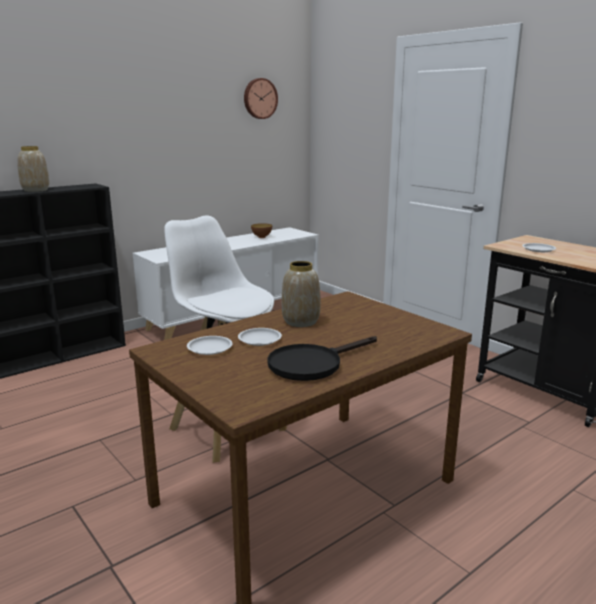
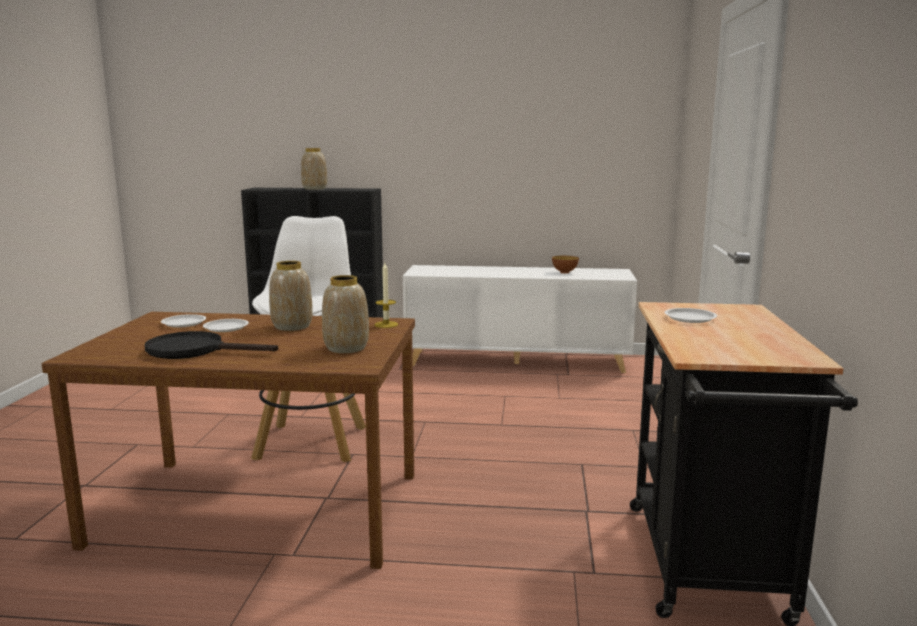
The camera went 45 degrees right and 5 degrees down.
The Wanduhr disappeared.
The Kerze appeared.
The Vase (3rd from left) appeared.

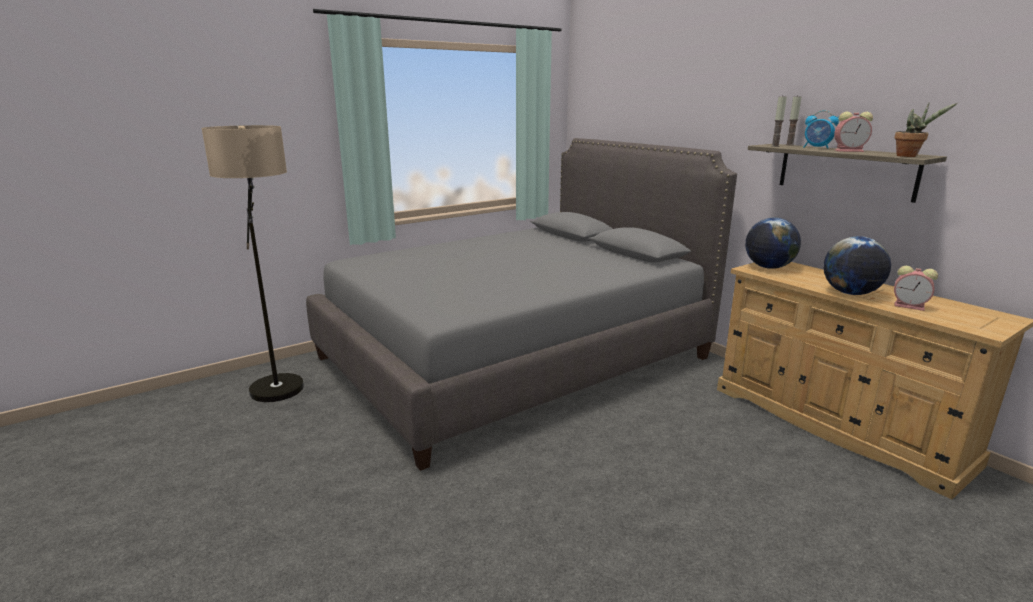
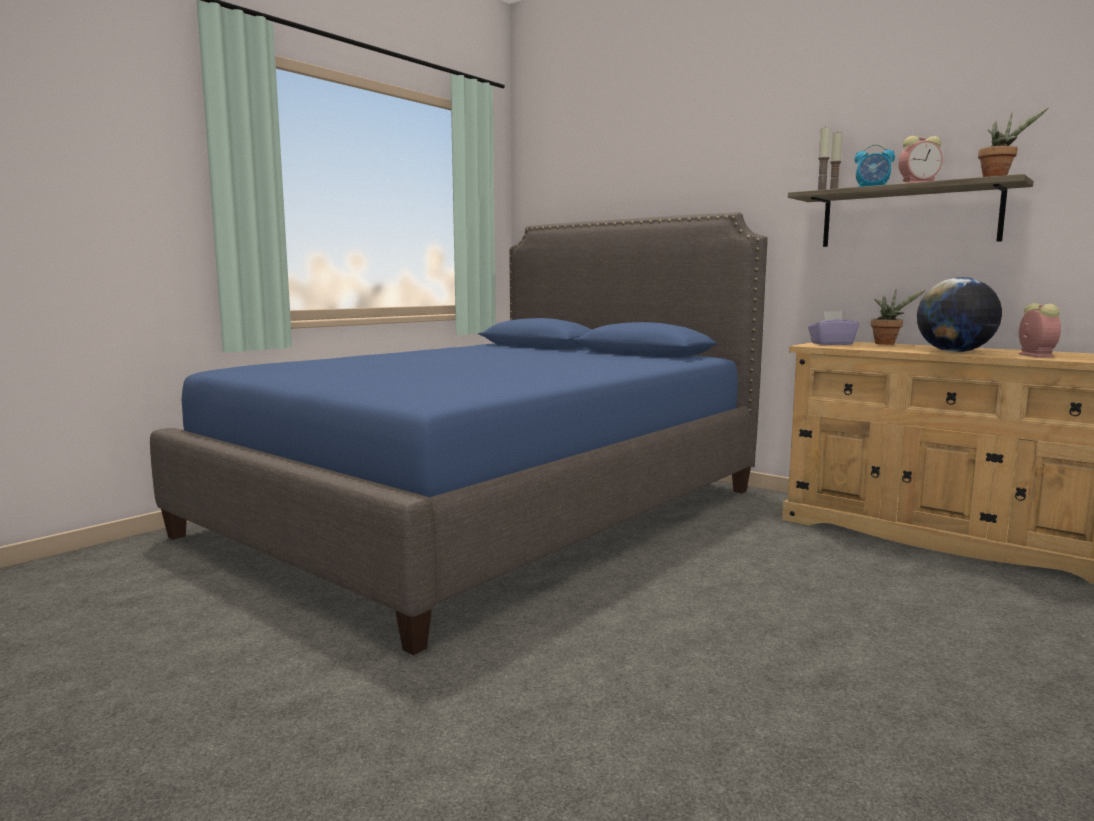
The camera went 15 degrees left and 10 degrees down.
The Stehlampe disappeared.
The Bett/grau became the Bett/blau.
The Globus (1st from left) was replaced by the Taschentuchbox/lila.
The Wecker (3rd from left) turned 105 degrees counterclockwise.
The Topfpflanze (1st from left) appeared.

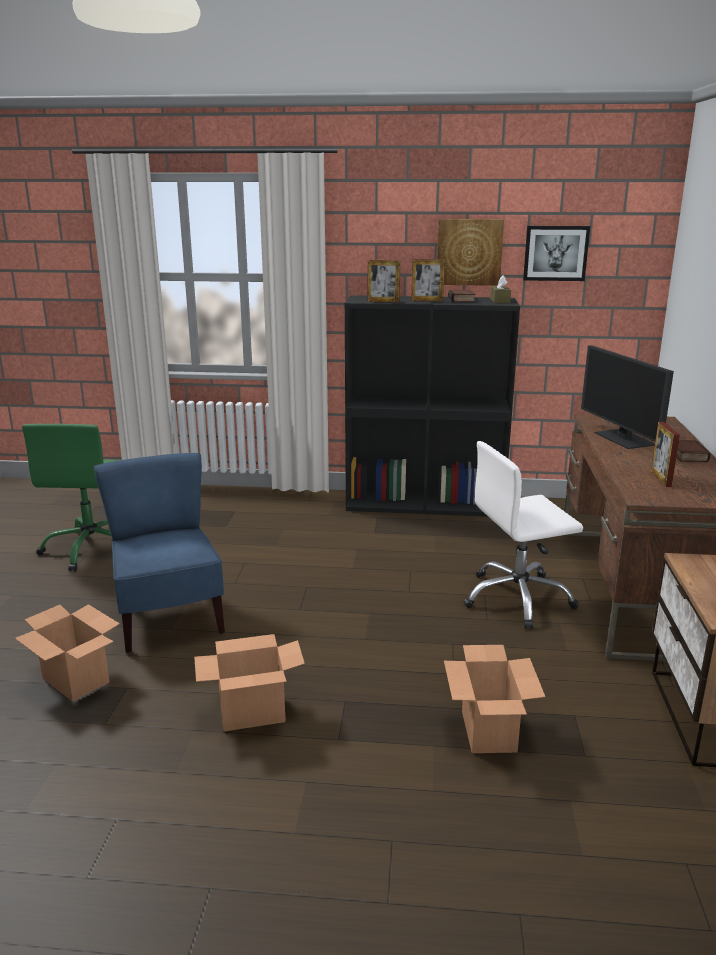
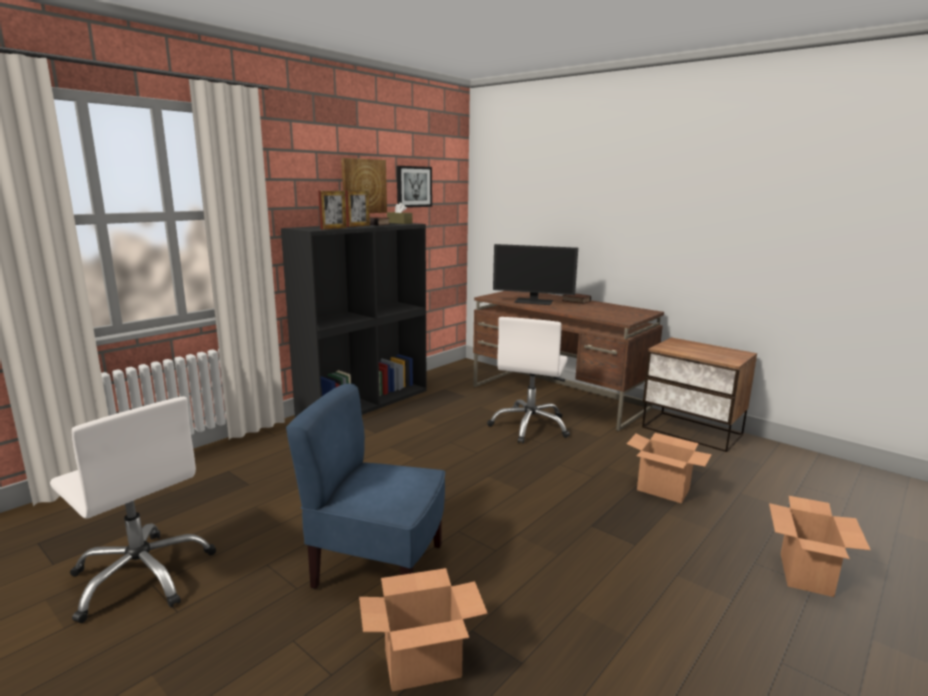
The camera went 55 degrees left and 5 degrees down.
The Bilderrahmen (3rd from left) disappeared.
The Bürostuhl/grün became the Bürostuhl/weiß (1st from left).
The Karton (2nd from left in the first image) moved.

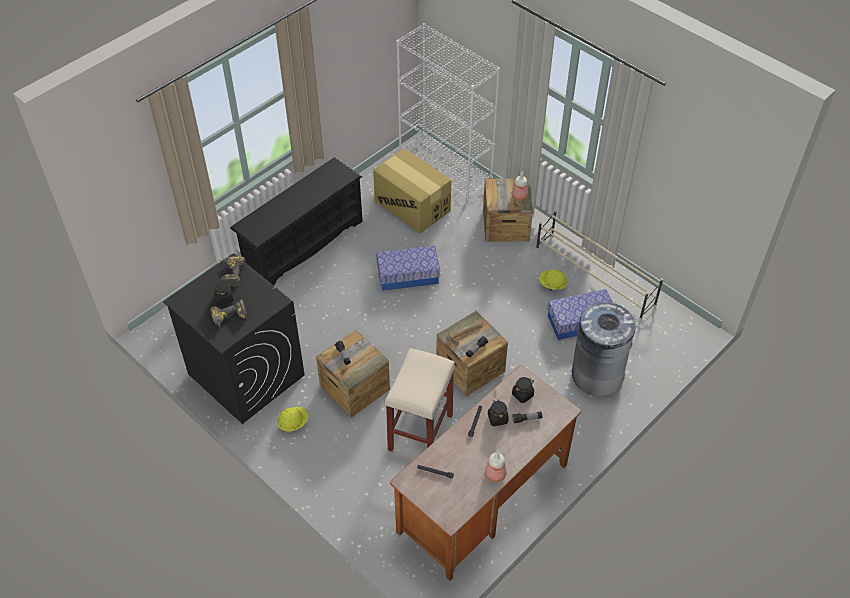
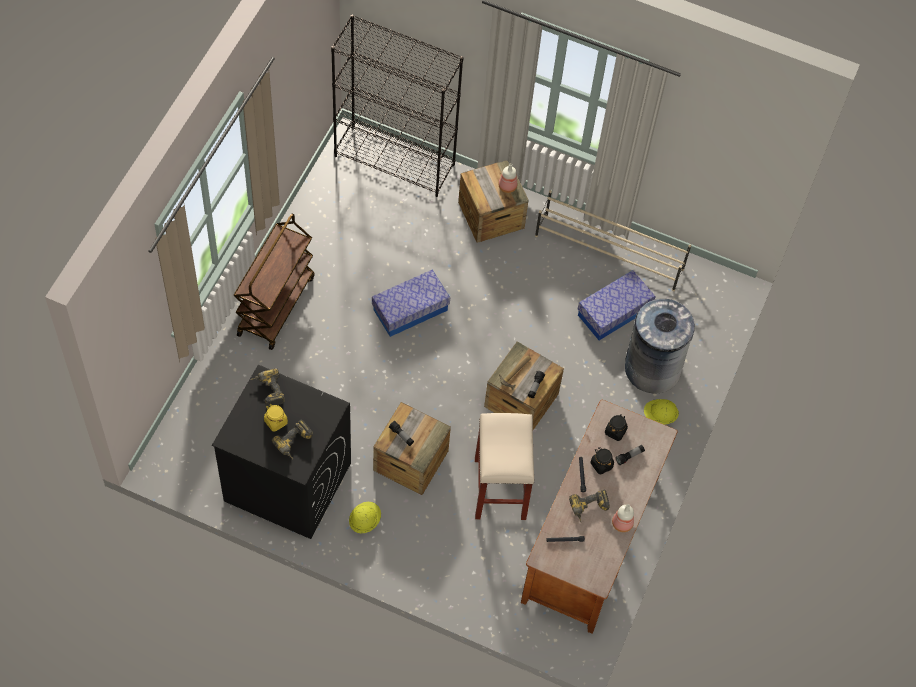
The camera went 25 degrees left and 10 degrees up.
The Bücherregal/weiß became the Bücherregal/schwarz.
The Karton disappeared.
The Schuhregal/schwarz was replaced by the Rollwagen/braun.
The Schutzhelm/gelb (2nd from left) moved.
The Vorratsglas/schwarz (1st from left) became the Vorratsglas/gelb.
The Bohrmaschine (3rd from left) appeared.

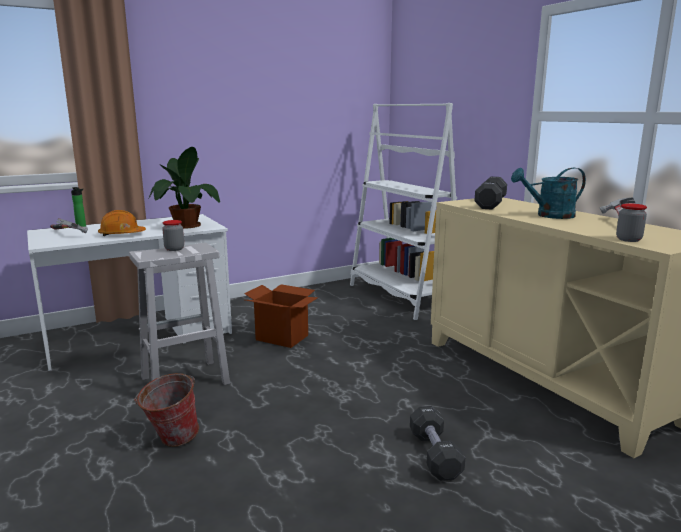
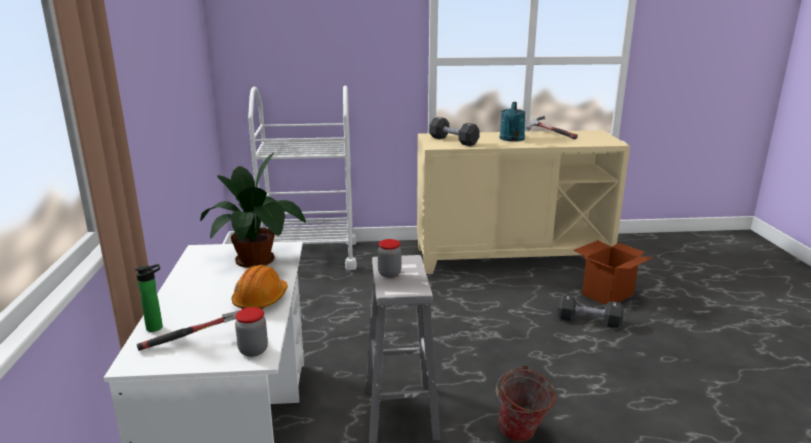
The camera went 65 degrees left and 5 degrees up.
The Bücherregal/weiß was replaced by the Rollwagen/weiß.
The Vorratsglas (2nd from left in the first image) moved.
The Karton moved.

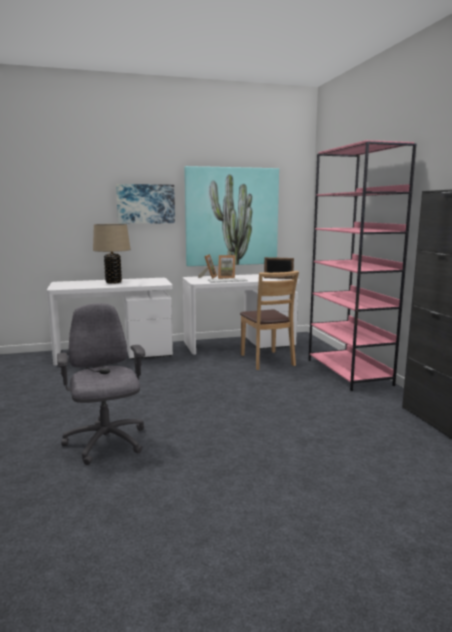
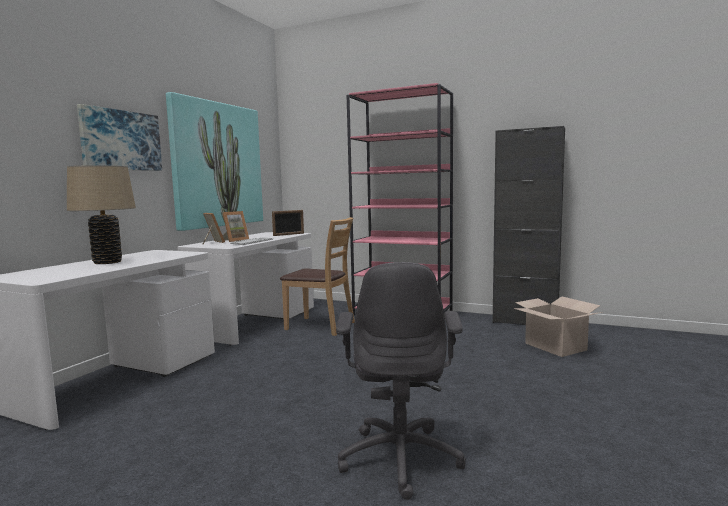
The camera went 50 degrees left and 5 degrees down.
The Bürostuhl/grau turned 105 degrees counterclockwise.
The Karton appeared.

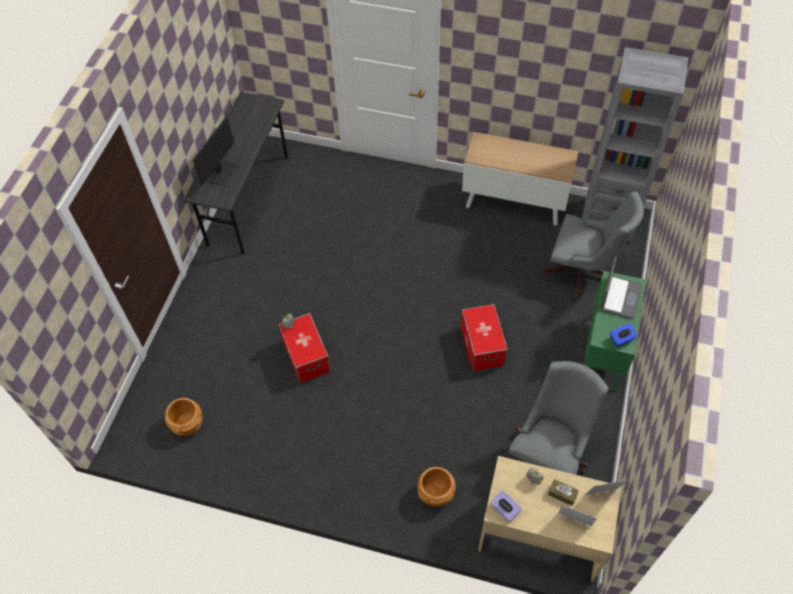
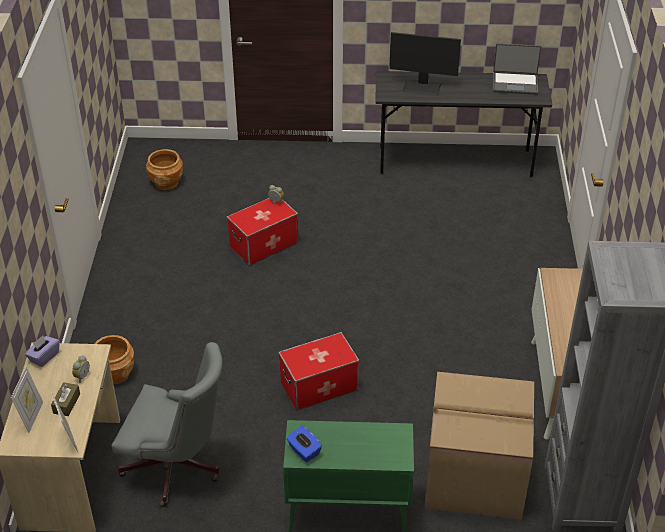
The camera went 75 degrees right and 15 degrees down.
The Bürostuhl/grau (2nd from left) was replaced by the Karton.
The Laptop moved.

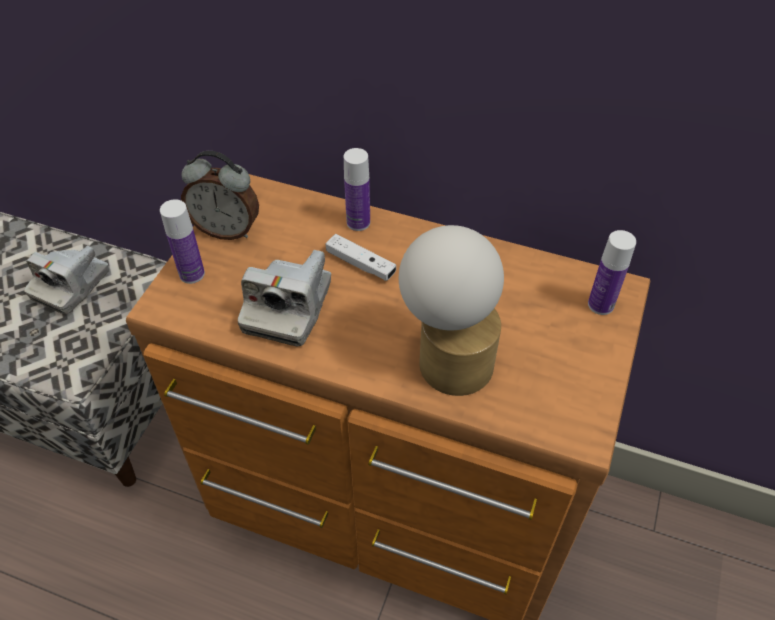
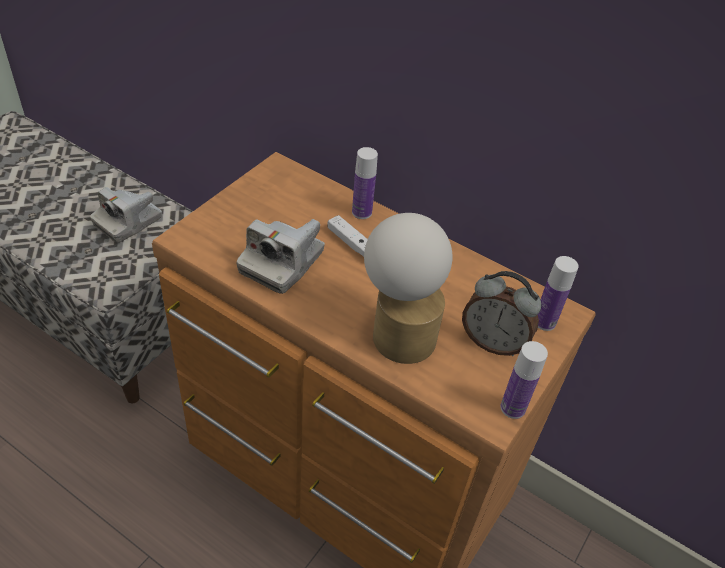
The camera went 10 degrees right and 5 degrees down.
The Wecker moved.
The Flasche (1st from left in the first image) moved.

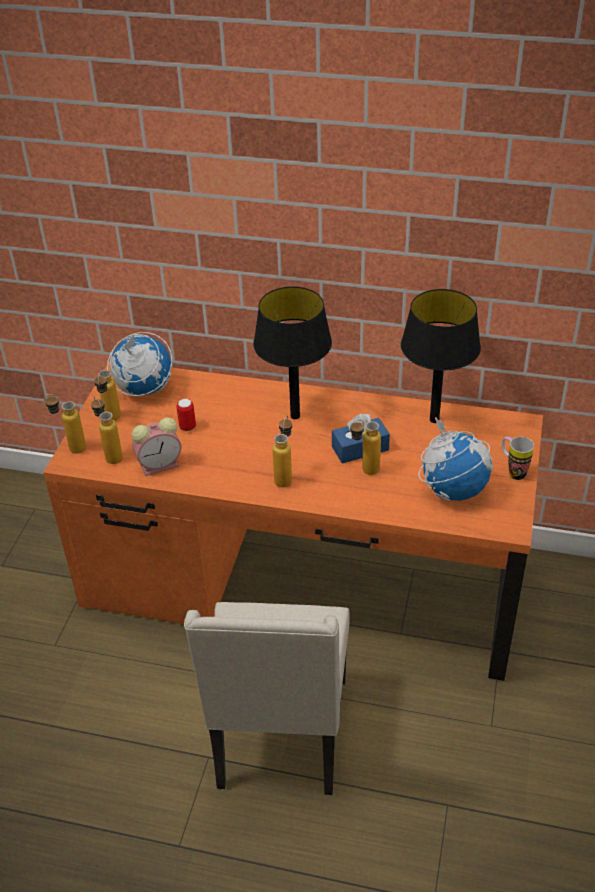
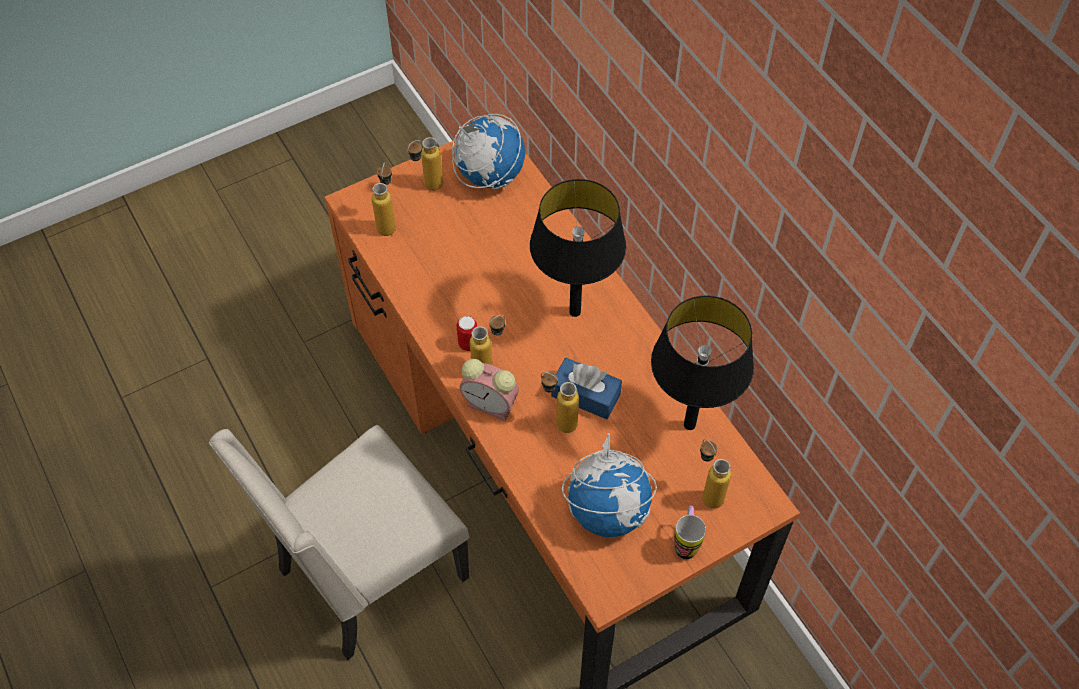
The camera went 45 degrees right and 15 degrees up.
The Flasche (1st from left in the first image) moved.
The Dose moved.
The Wecker moved.

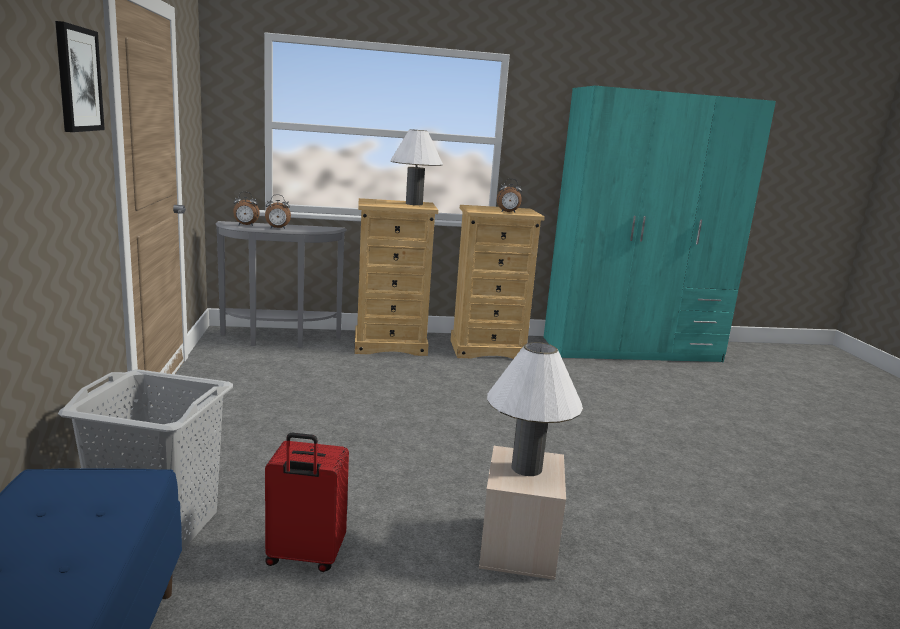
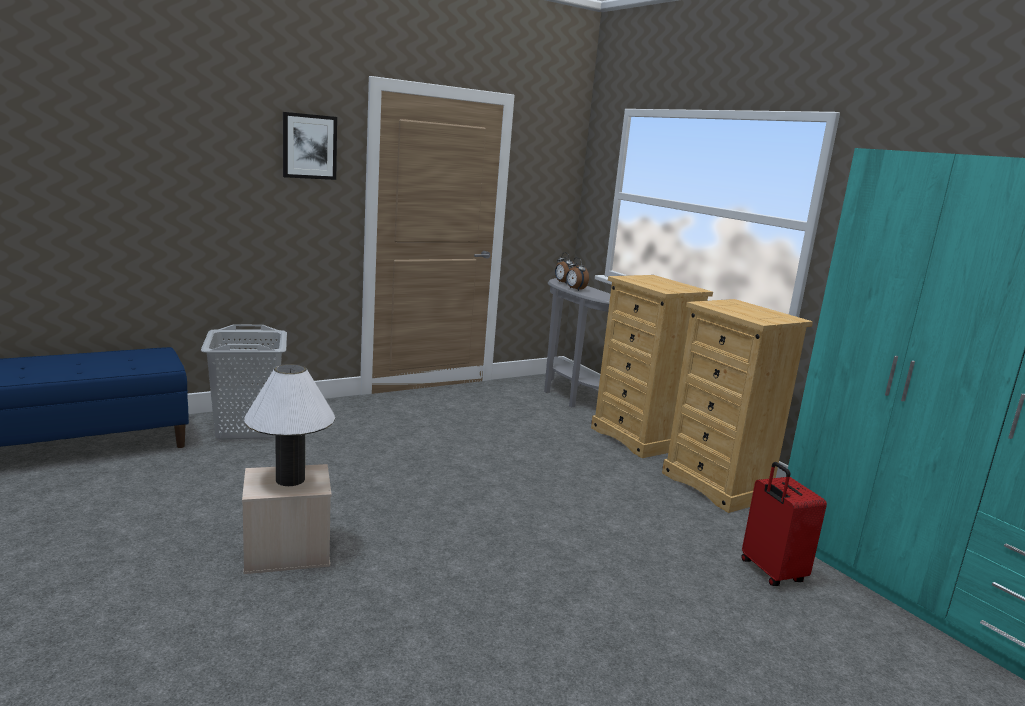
The camera went 65 degrees right and 0 degrees up.
The Tischlampe/weiß (1st from left) disappeared.
The Wecker (3rd from left) disappeared.
The Koffer/rot moved.

